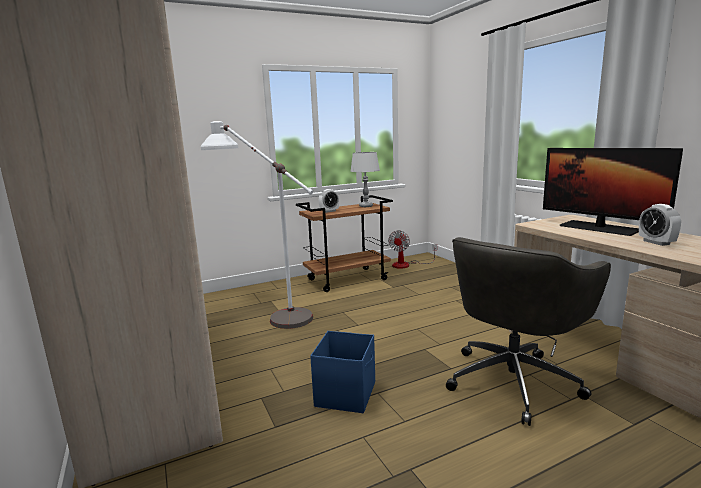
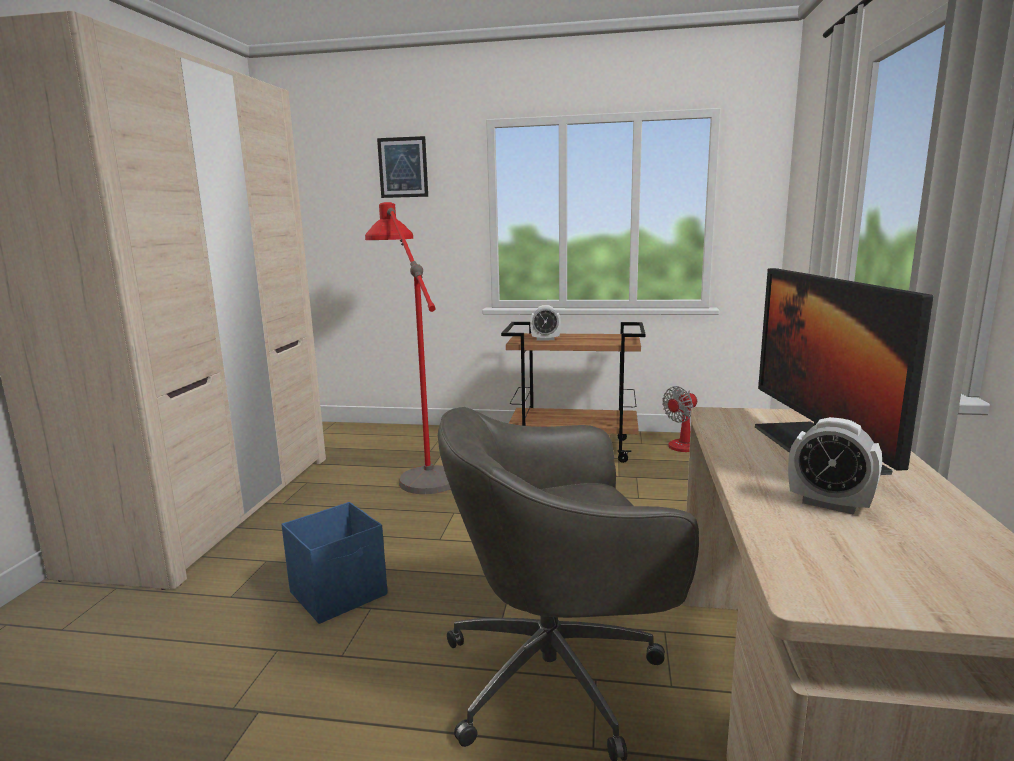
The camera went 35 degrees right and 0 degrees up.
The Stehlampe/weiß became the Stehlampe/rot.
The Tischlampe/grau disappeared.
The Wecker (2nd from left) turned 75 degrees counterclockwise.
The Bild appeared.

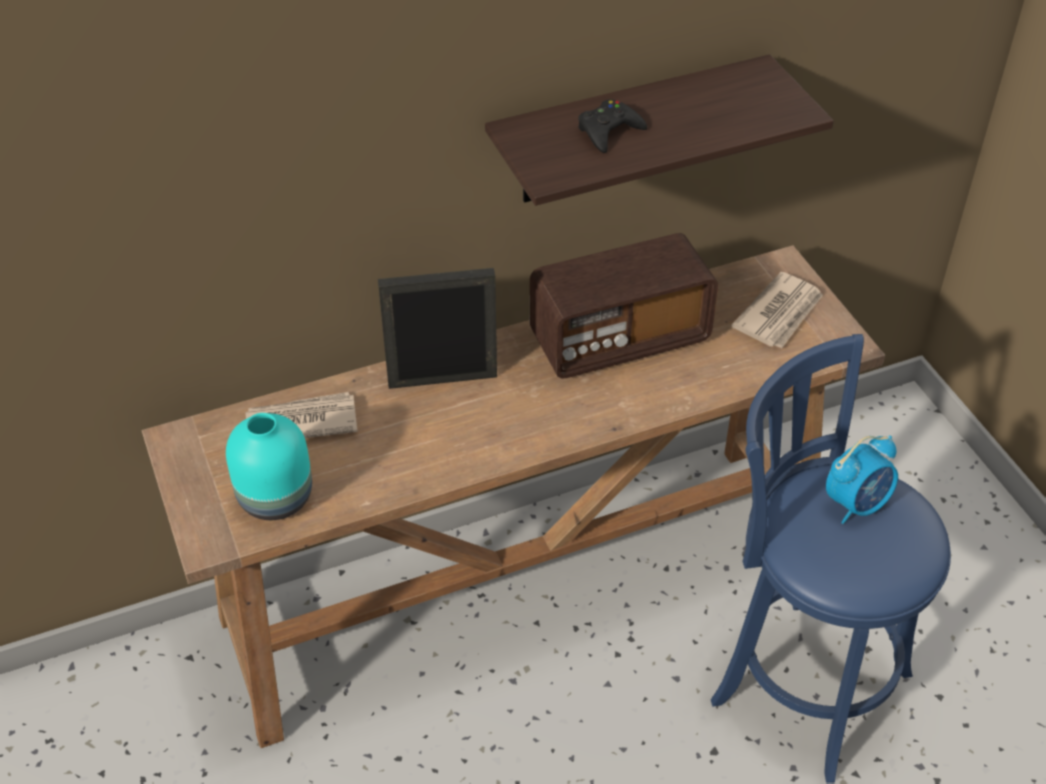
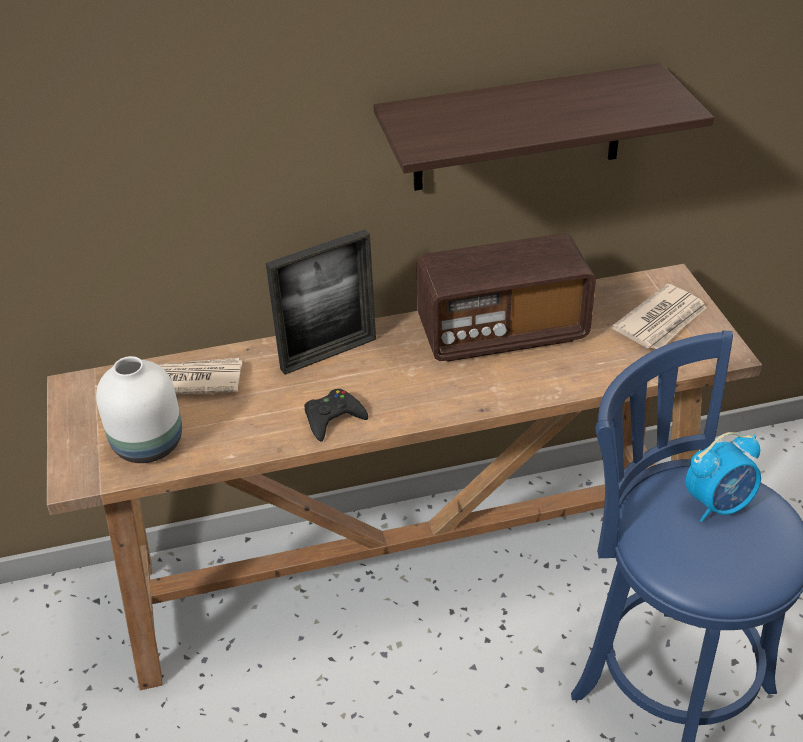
The camera went 10 degrees right and 5 degrees down.
The Gamepad/schwarz moved.
The Bilderrahmen turned 150 degrees clockwise.
The Vase/türkis became the Vase/weiß.

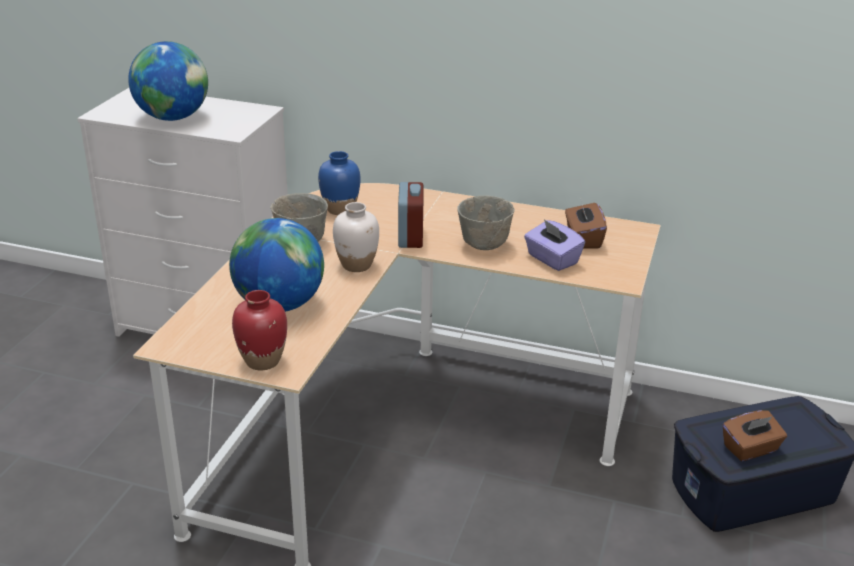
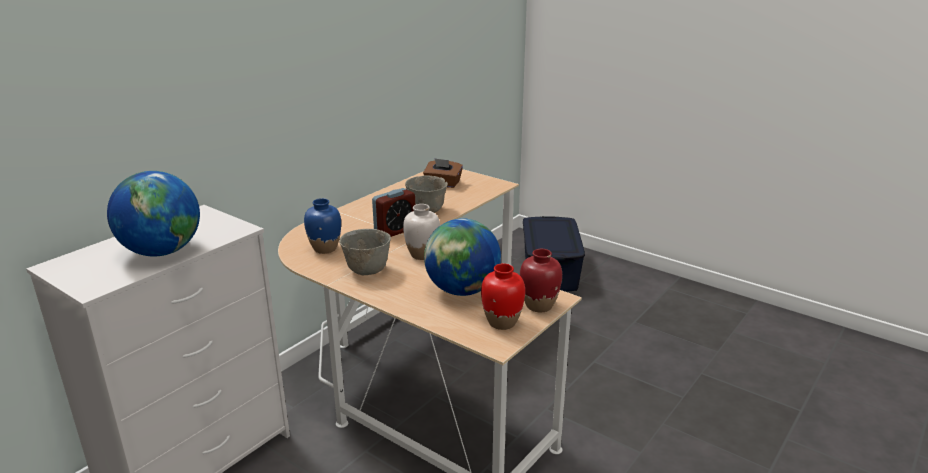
The camera went 70 degrees left and 5 degrees down.
The Wecker turned 120 degrees clockwise.
The Taschentuchbox/lila disappeared.
The Taschentuchbox/braun (2nd from left) disappeared.
The Vase/rot (1st from left) appeared.

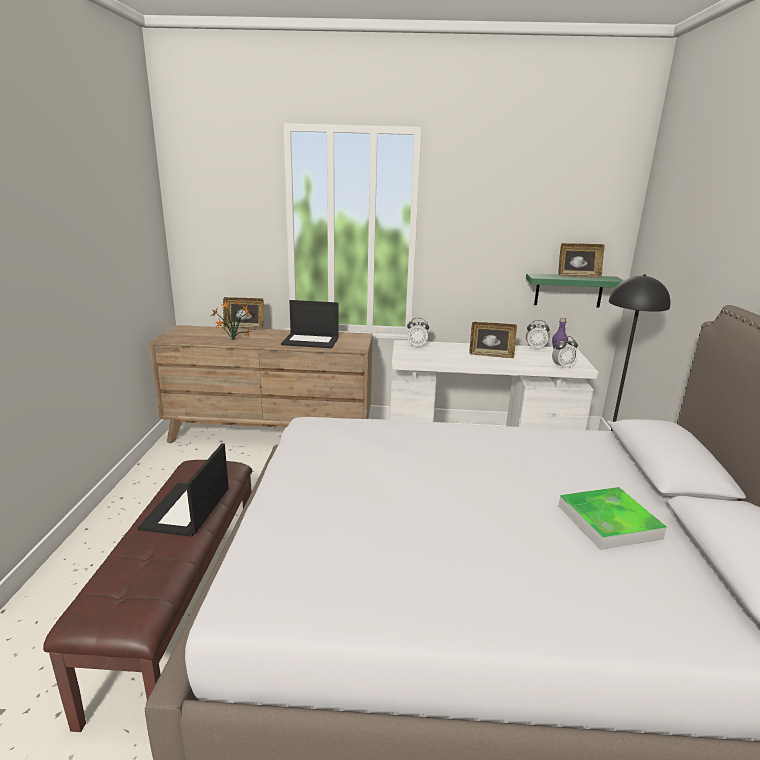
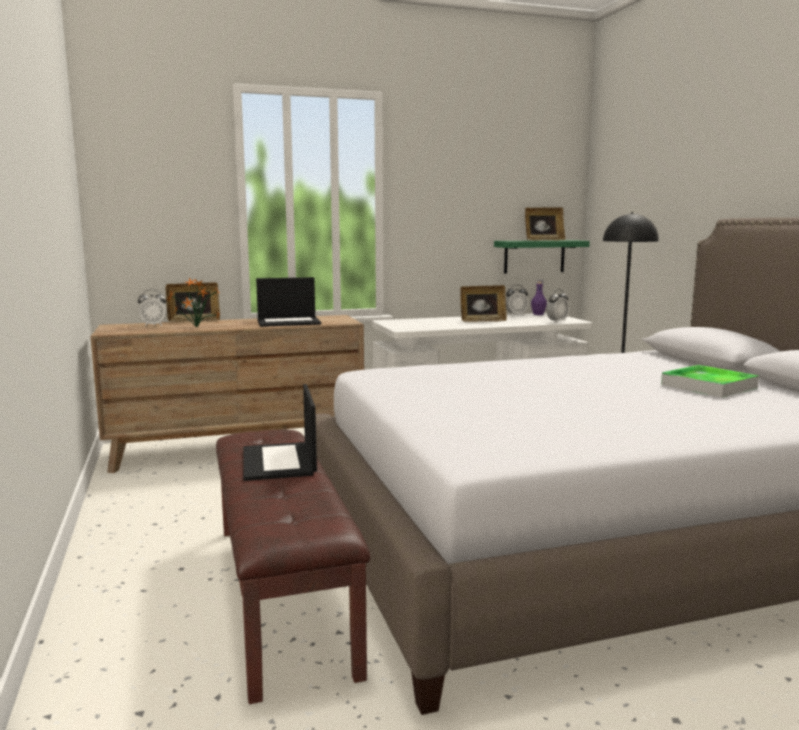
The camera went 20 degrees left and 10 degrees down.
The Wecker (1st from left) moved.

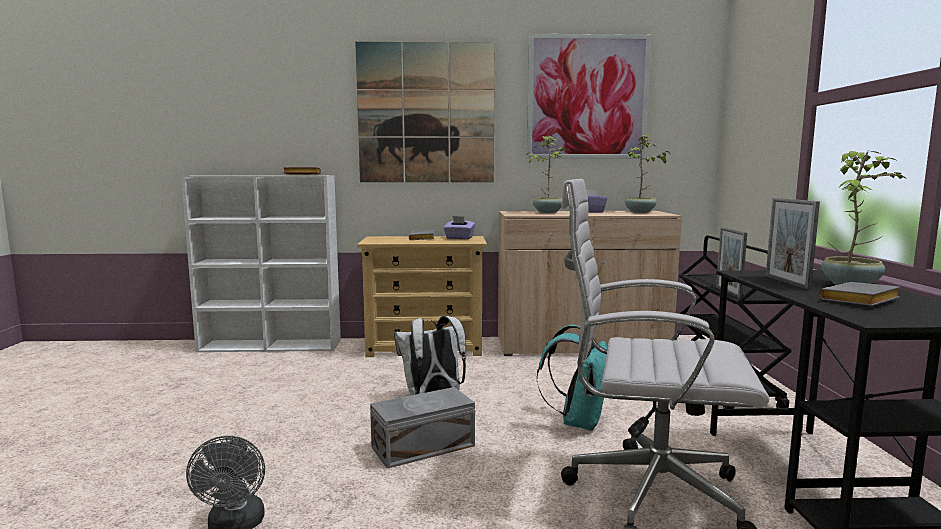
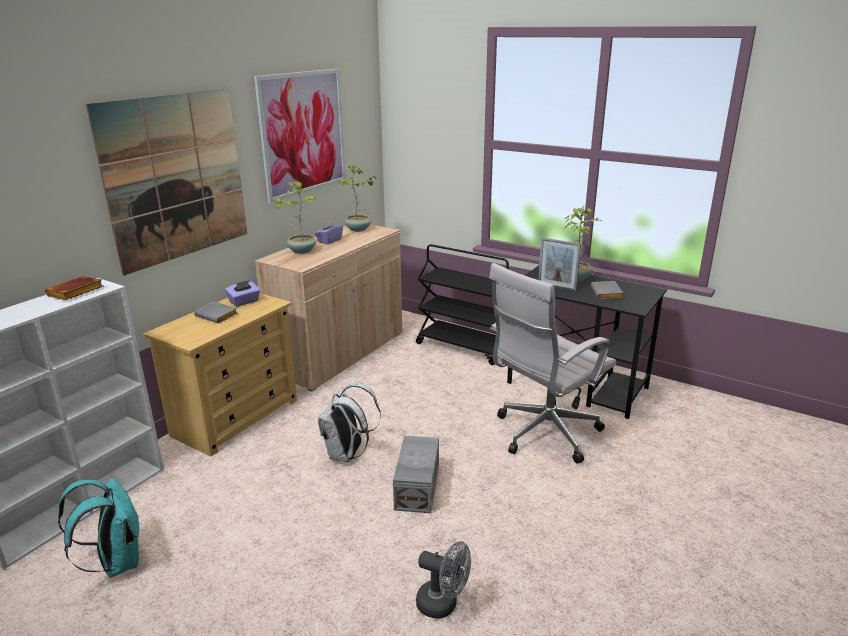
The camera went 55 degrees left and 15 degrees up.
The Bilderrahmen (1st from left) disappeared.
The Rucksack/türkis moved.

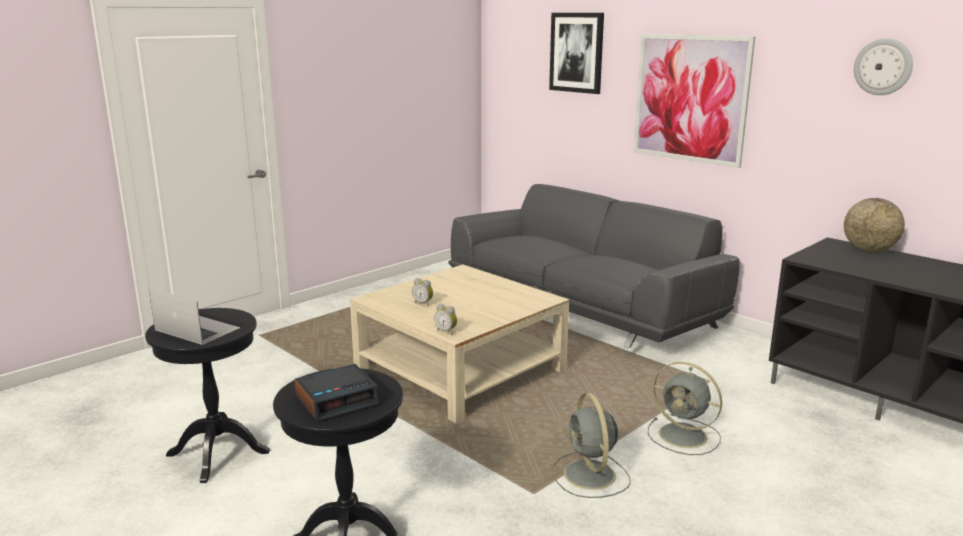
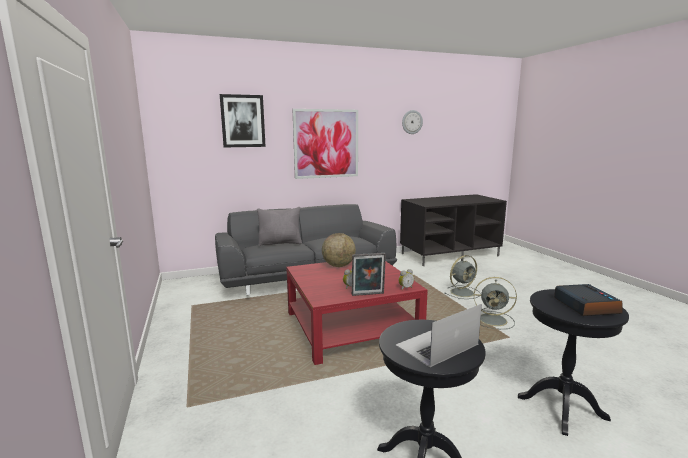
The camera went 65 degrees left and 5 degrees down.
The Globus moved.
The Couchtisch/beige became the Couchtisch/rot.
The Kissen/grau appeared.
The Bilderrahmen appeared.

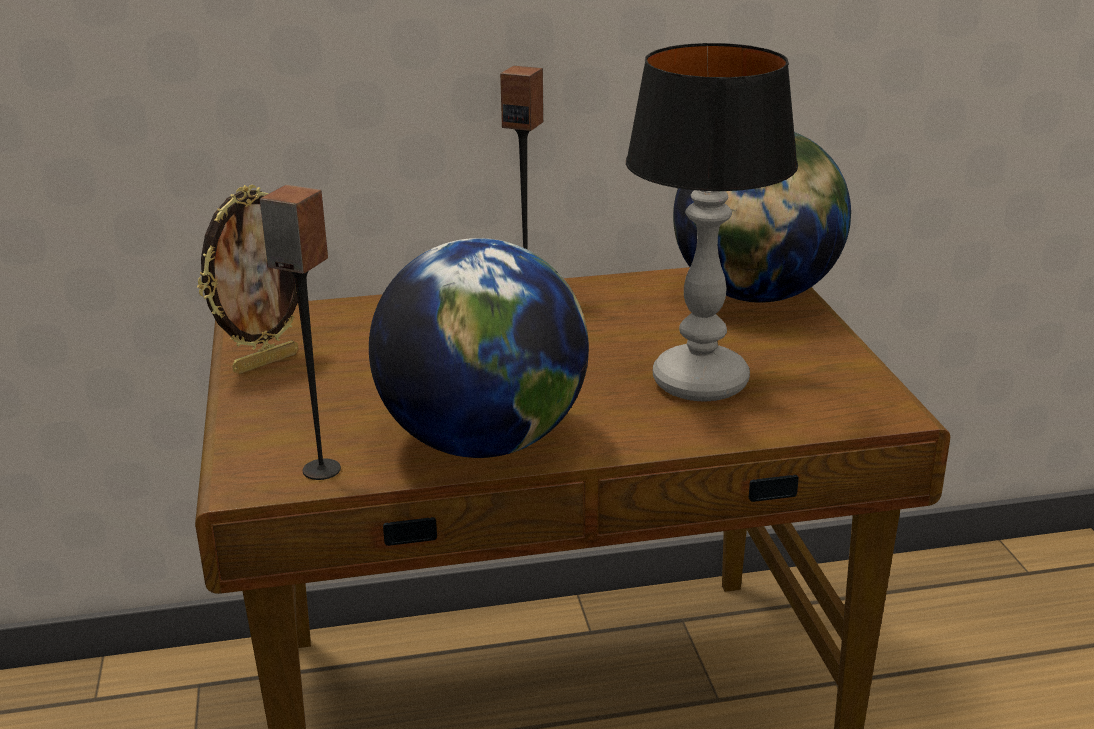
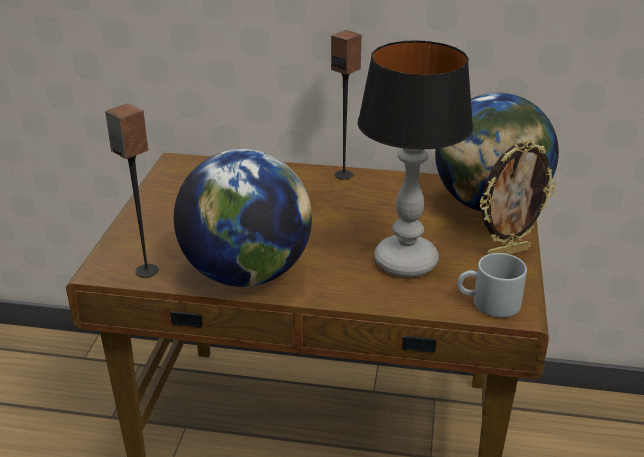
The camera went 20 degrees right and 5 degrees up.
The Bilderrahmen moved.
The Henkelbecher/grau appeared.

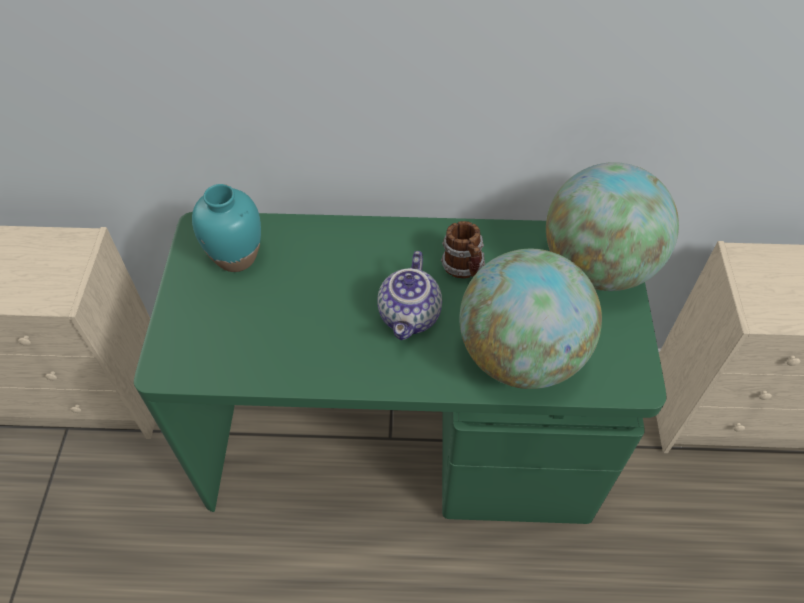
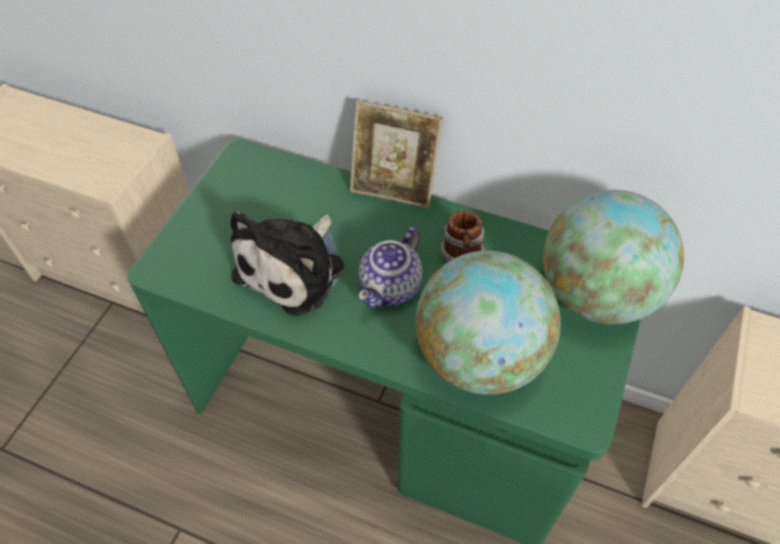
The camera went 20 degrees right and 0 degrees up.
The Vase/türkis disappeared.
The Bilderrahmen appeared.
The Plüschtier appeared.

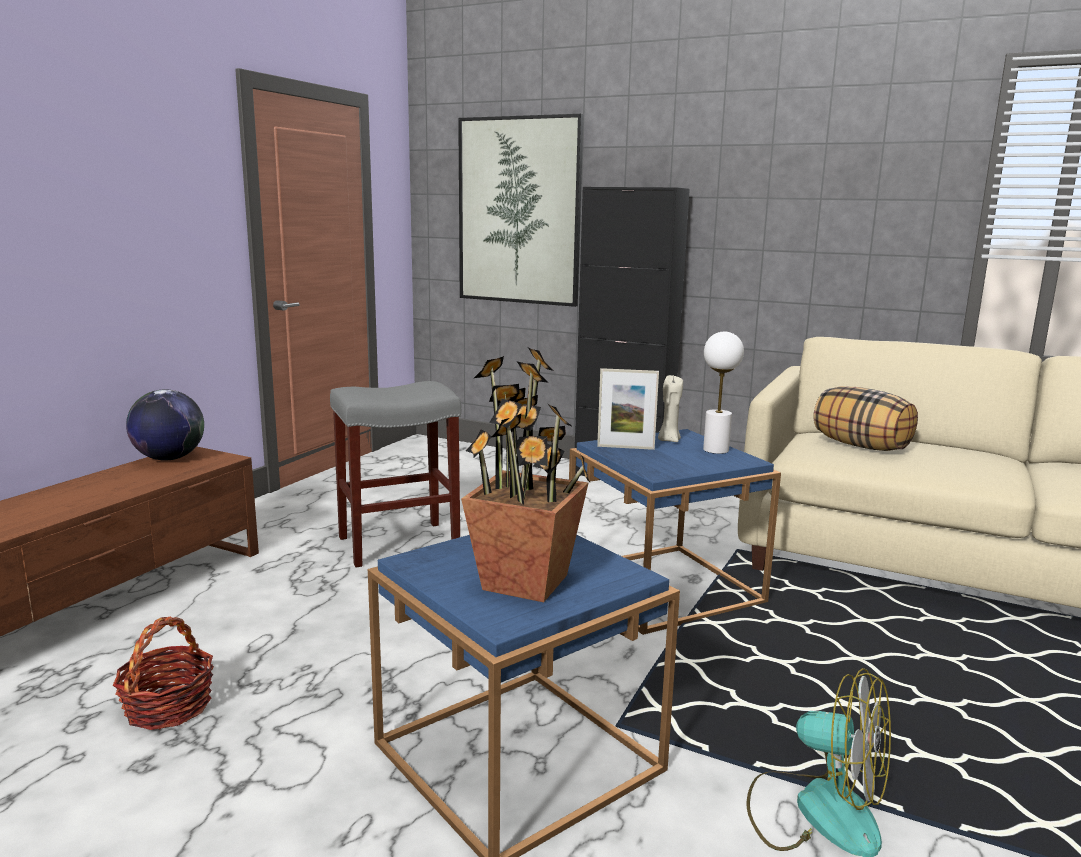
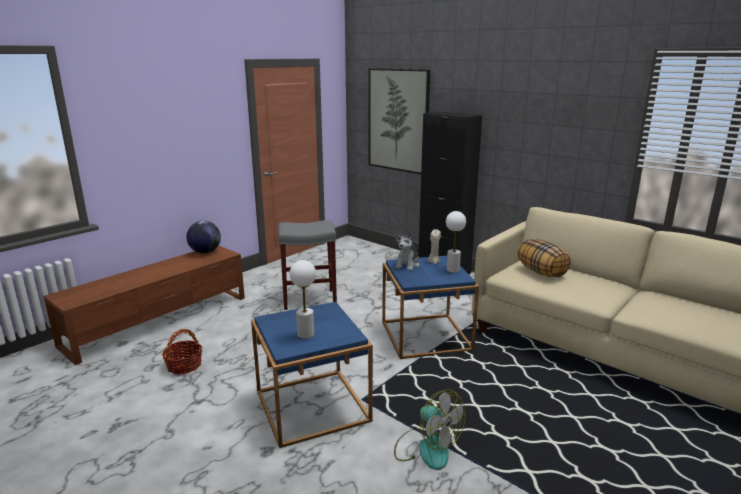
The camera went 15 degrees right and 5 degrees up.
The Topfpflanze was replaced by the Tischlampe/weiß (1st from left).
The Bilderrahmen was replaced by the Plüschtier.

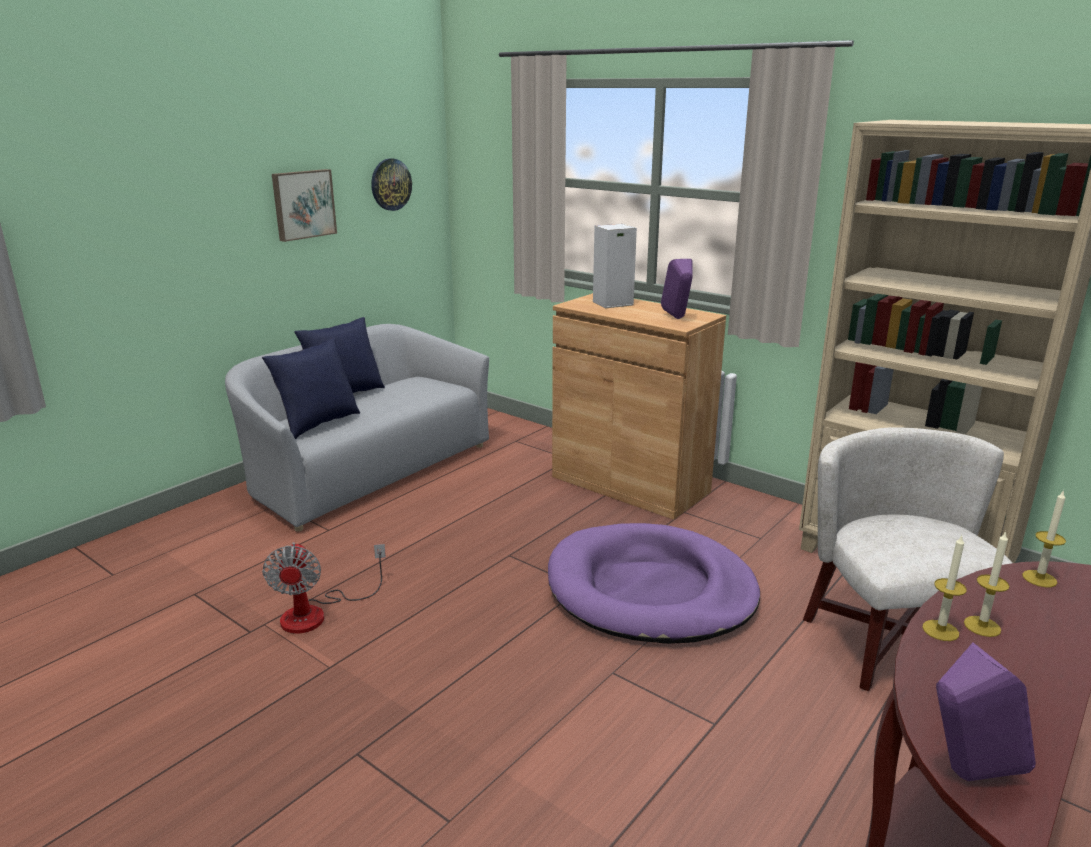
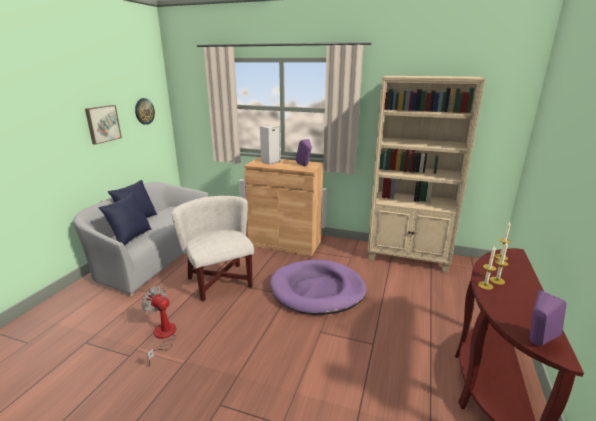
The camera went 20 degrees left and 0 degrees up.
The Sessel/weiß moved.
The Ventilator turned 150 degrees clockwise.

